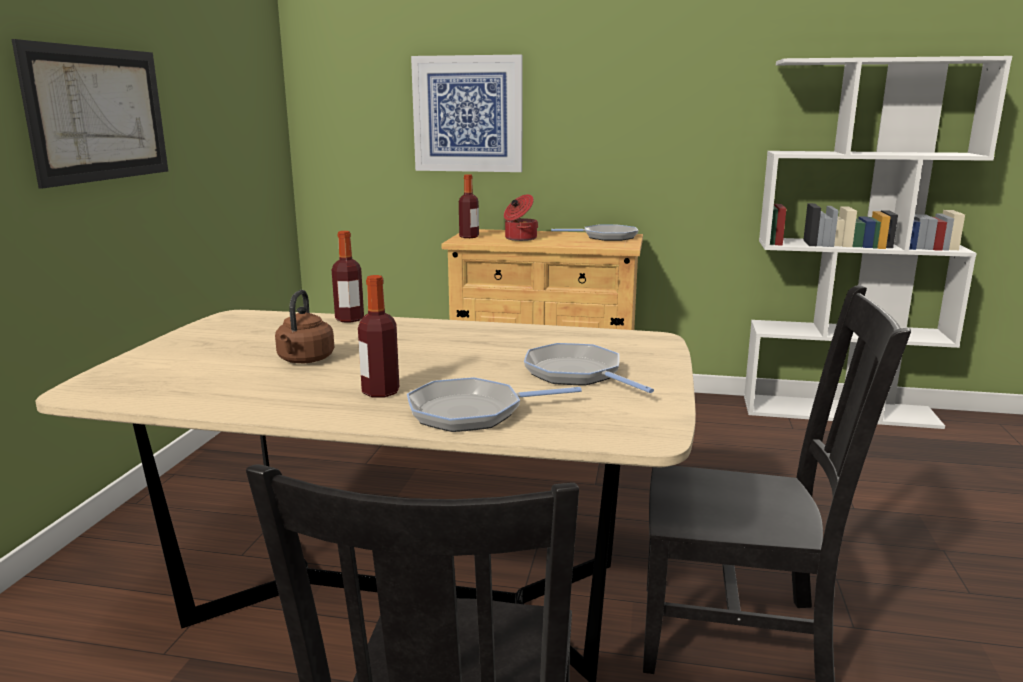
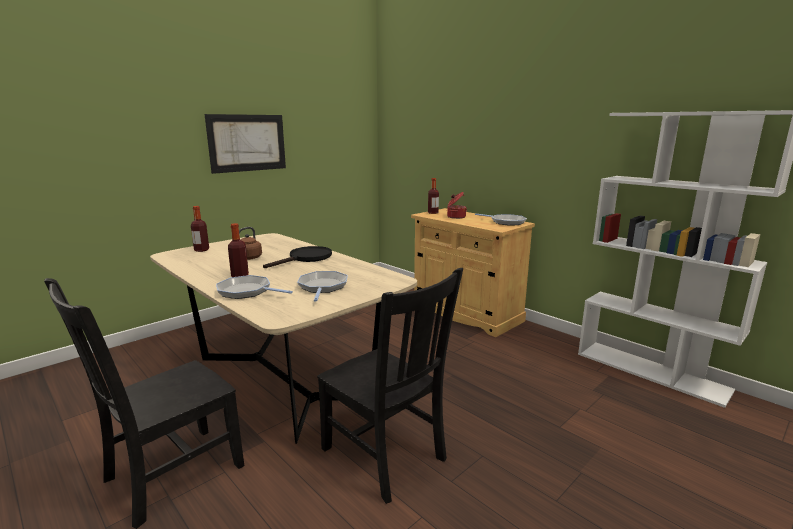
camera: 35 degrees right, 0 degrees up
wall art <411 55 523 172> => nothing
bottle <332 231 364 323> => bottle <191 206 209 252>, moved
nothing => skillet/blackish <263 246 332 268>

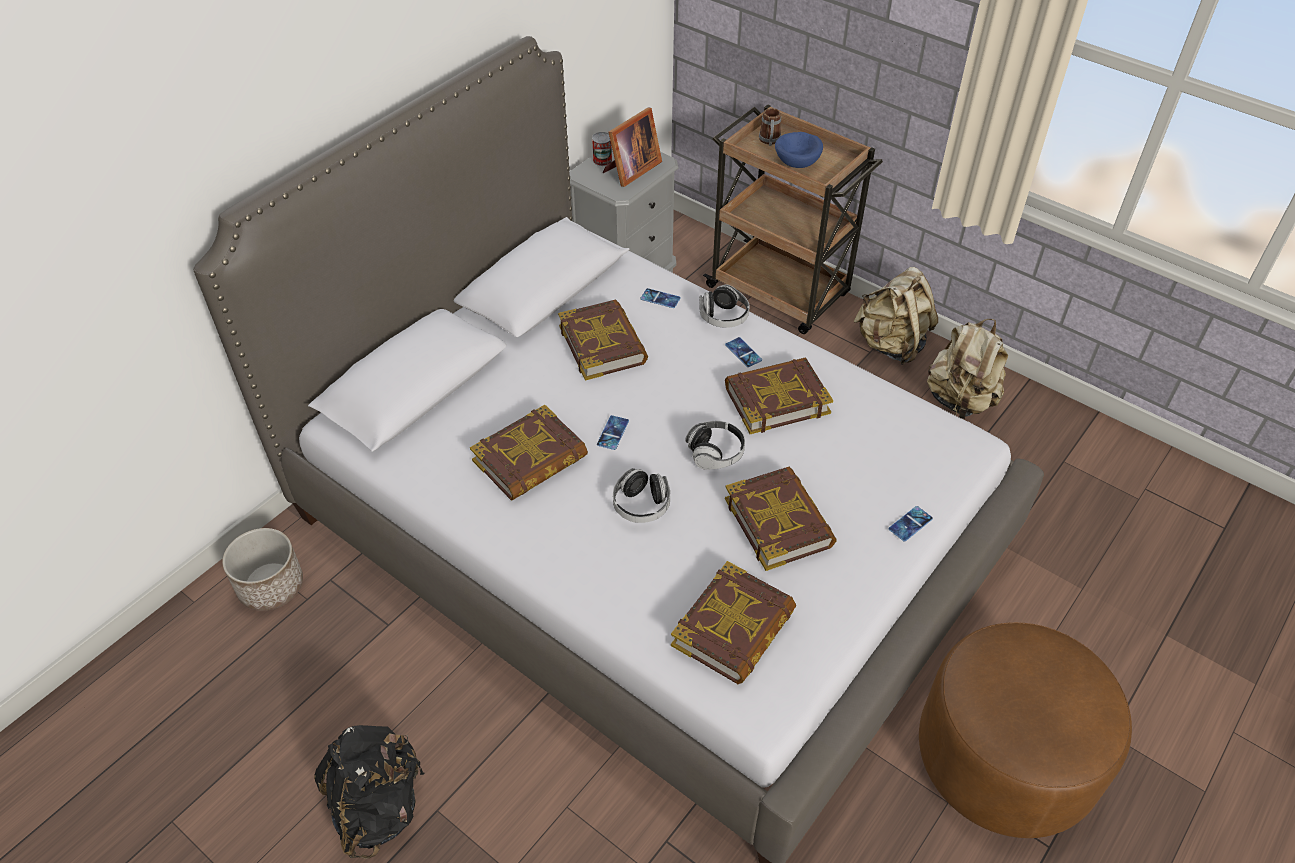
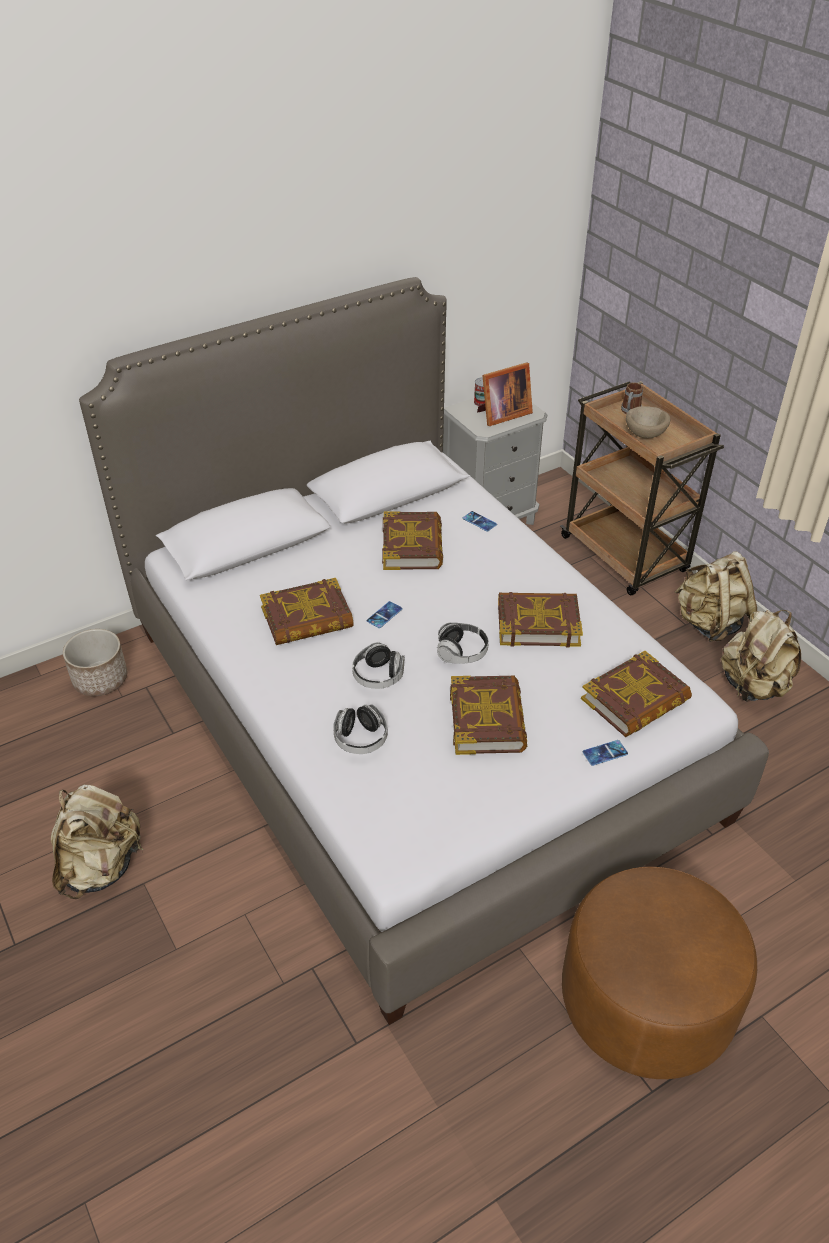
camera: 20 degrees right, 5 degrees down
serving bowl/bluish <775 132 823 168> => serving bowl/sand-coloured <626 406 670 438>
headphones <699 285 750 328> => headphones <333 704 388 754>, moved
phone <725 337 762 367> => nothing
bound book <671 561 796 684> => bound book <581 651 692 737>, moved
backpack/blackish <314 725 425 859> => backpack/sand-coloured <51 785 144 899>

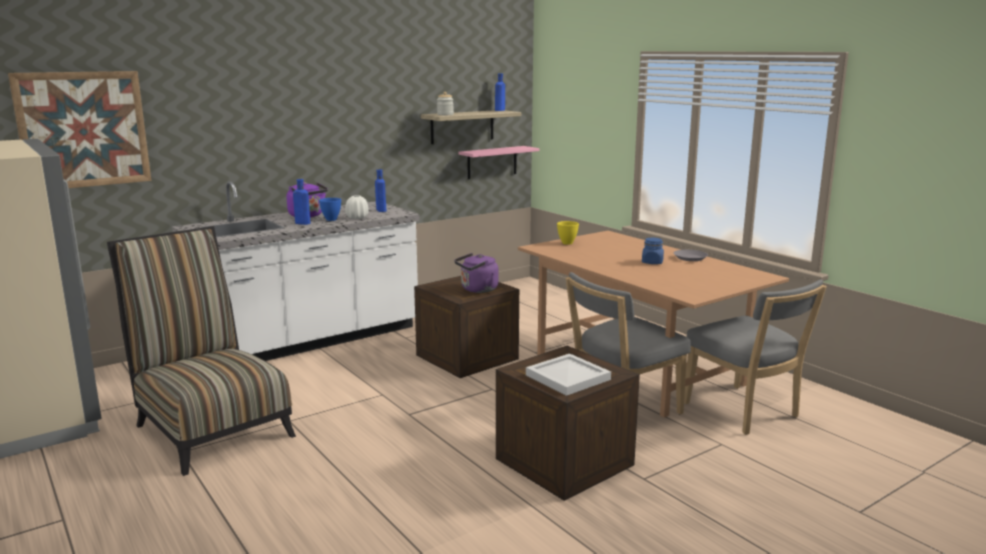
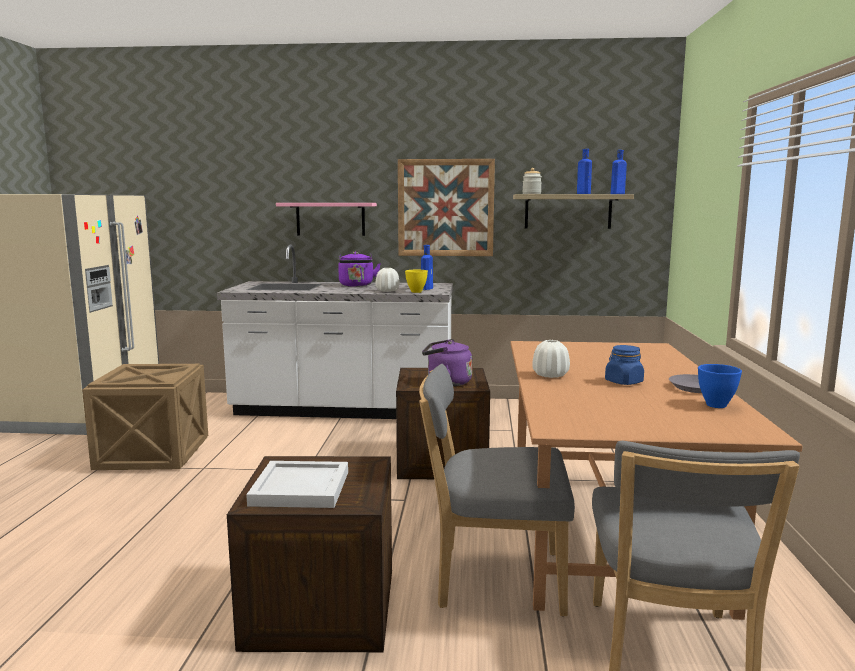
camera: 40 degrees right, 5 degrees down
wall art <8 71 151 188> => wall art <398 159 495 256>, moved
wall shelf/pinkish <459 146 539 179> => wall shelf/pinkish <276 203 377 236>, moved
bottle/bluish <293 179 310 225> => bottle/bluish <577 149 592 194>, moved
serving bowl/bluish <319 198 341 221> => serving bowl/bluish <698 364 742 408>, moved
serving bowl/yellowish <557 221 579 245> => serving bowl/yellowish <405 270 428 293>, moved
upright chair <107 226 296 476> => crate <82 364 208 470>
nothing => decorative vase/white-coloured <532 340 570 378>

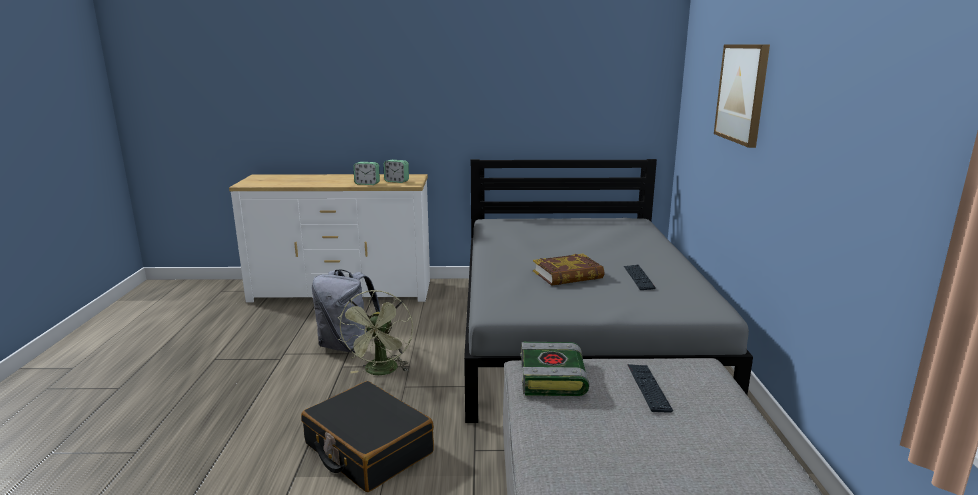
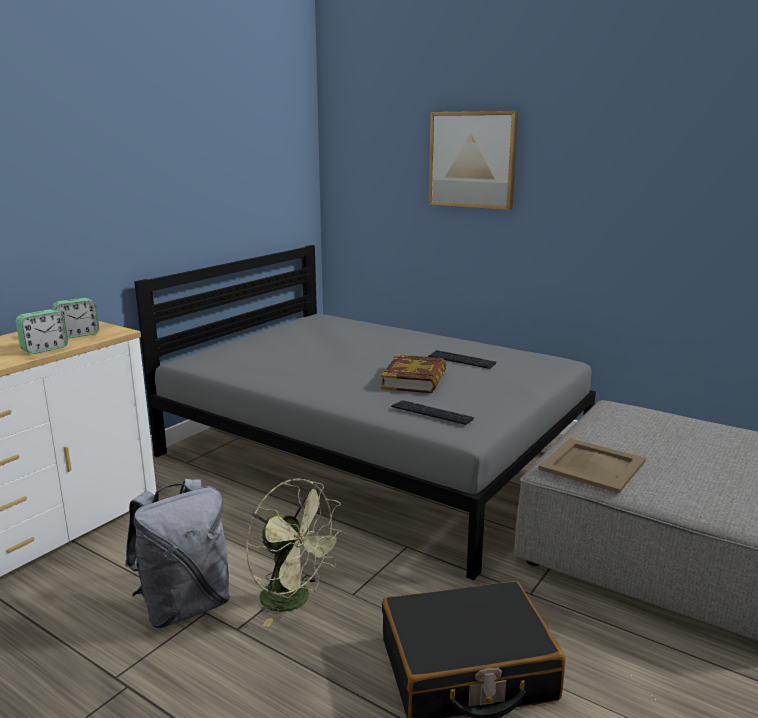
camera: 55 degrees left, 0 degrees up
bound book <520 342 590 396> => serving tray/sand-coloured <538 438 646 493>
computer keyboard <628 364 673 413> => computer keyboard <391 400 474 425>, moved

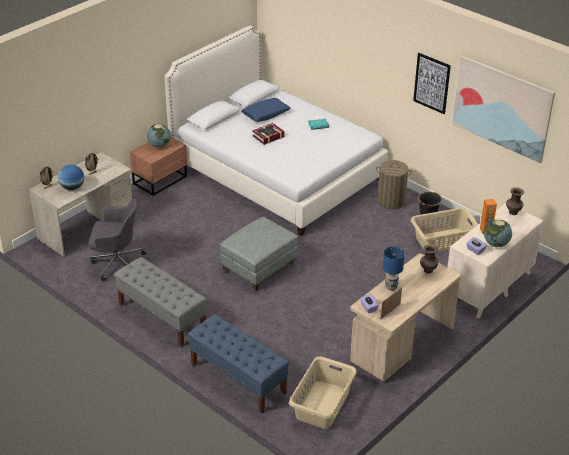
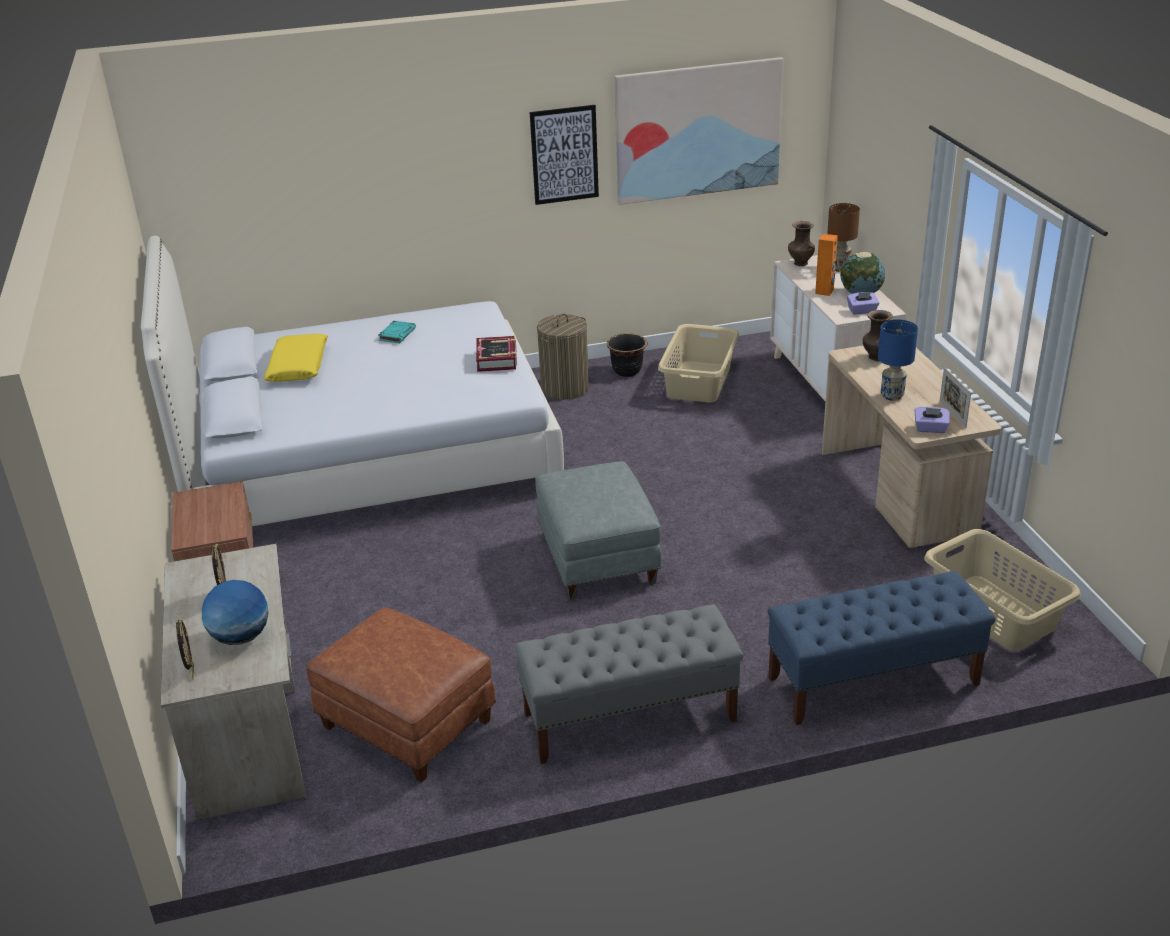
camera: 55 degrees left, 5 degrees down
pillow/bluish <241 98 291 122> => pillow/yellowish <264 334 328 382>
bound book <252 123 284 145> => bound book <476 336 517 372>, moved
world globe <147 124 170 148> => nothing
computer chair/gray <88 199 146 281> => ottoman/brown <306 607 496 782>
nothing => table lamp/brown <827 203 860 272>

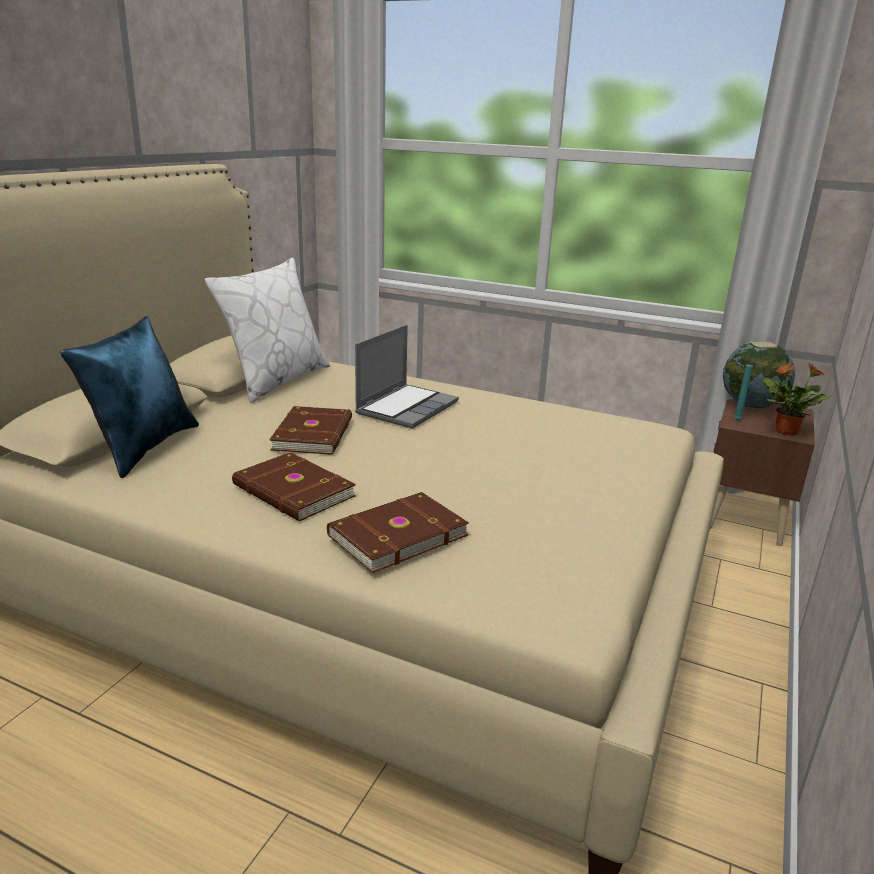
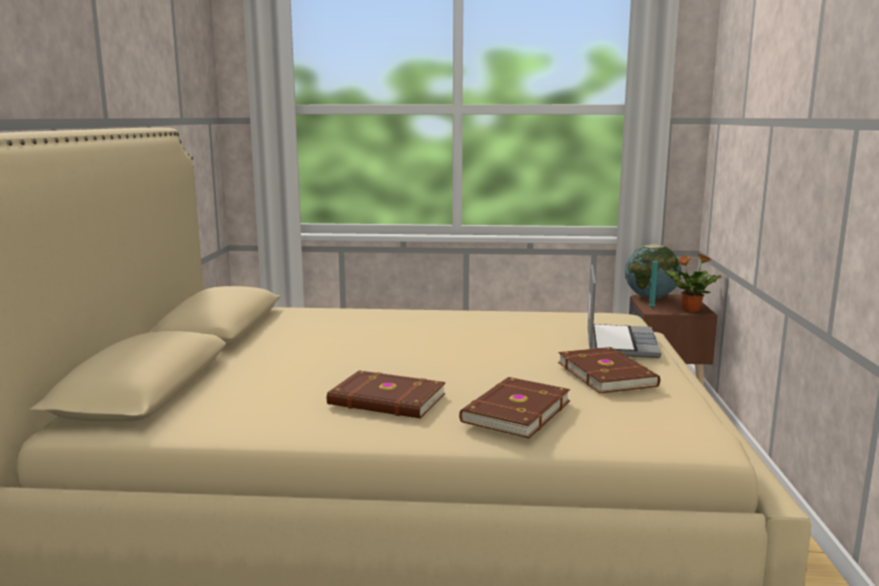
camera: 20 degrees left, 10 degrees down
pillow/white-coloured <205 258 330 403> => nothing
pillow/bluish <60 316 199 478> => nothing
notebook computer <355 325 459 429> => notebook computer <587 265 661 358>, moved
bound book/brown <269 406 352 455> => bound book/brown <558 347 660 393>, moved

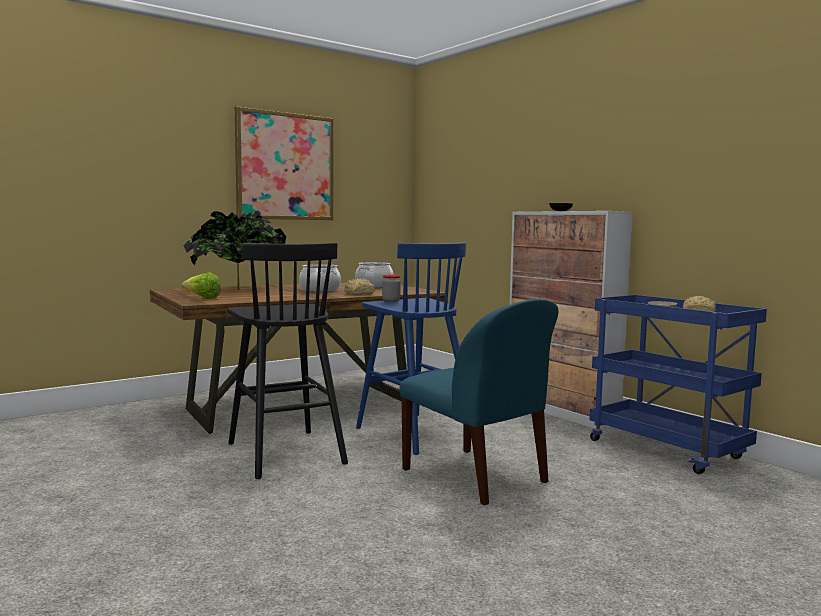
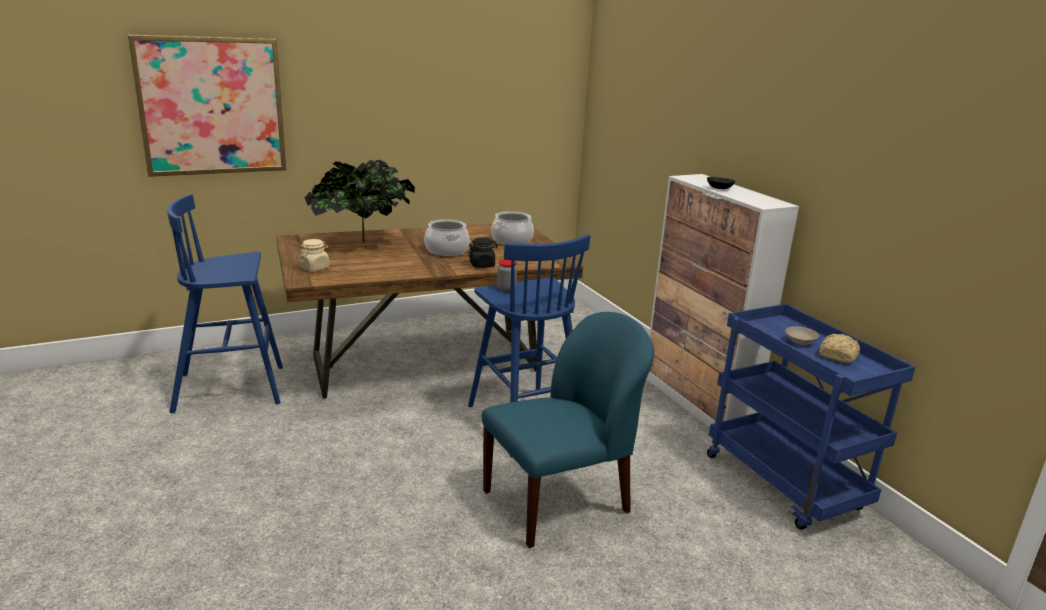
camera: 10 degrees right, 15 degrees up
wall art <235 106 334 220> => wall art <128 35 286 177>, moved
stool/blackish <227 243 348 479> => nothing
lettuce <182 272 221 299> => jar/sand-coloured <299 239 329 271>
bread <344 278 375 295> => jar/blackish <468 237 498 268>
upright chair/bluish <399 299 558 506> => upright chair/bluish <482 312 654 548>, 90 degrees counterclockwise
nothing => stool/bluish <167 194 283 413>

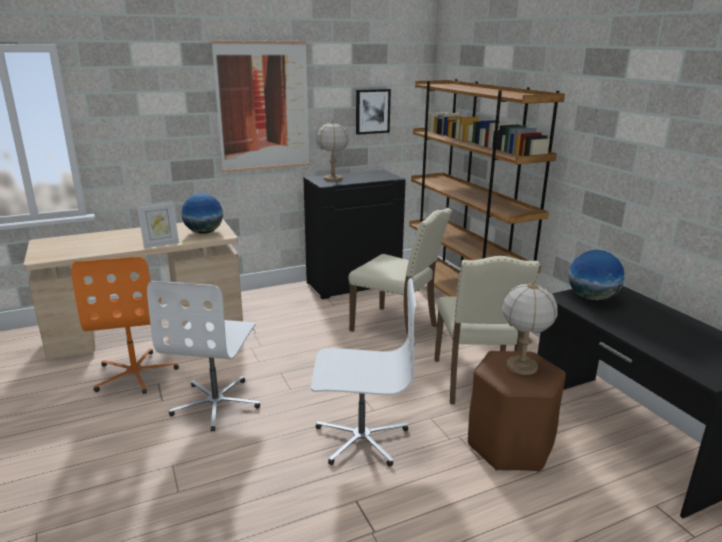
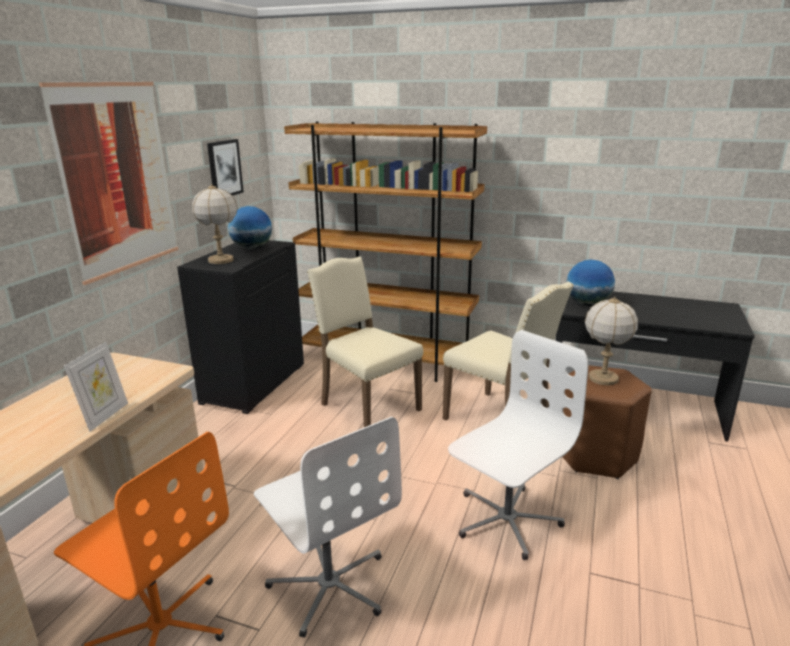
camera: 45 degrees left, 0 degrees up
world globe <182 193 223 234> => world globe <228 206 272 250>, moved
upright chair/sand-coloured <349 208 452 346> => upright chair/sand-coloured <307 257 423 427>, 120 degrees counterclockwise

